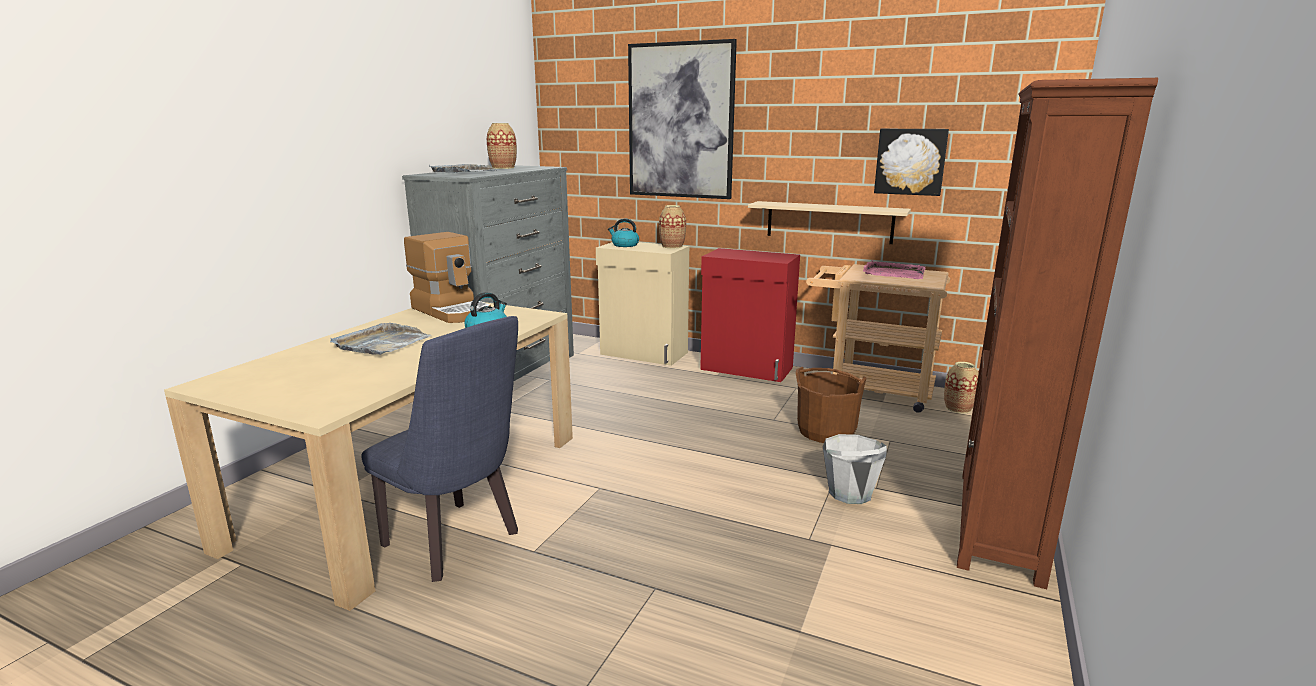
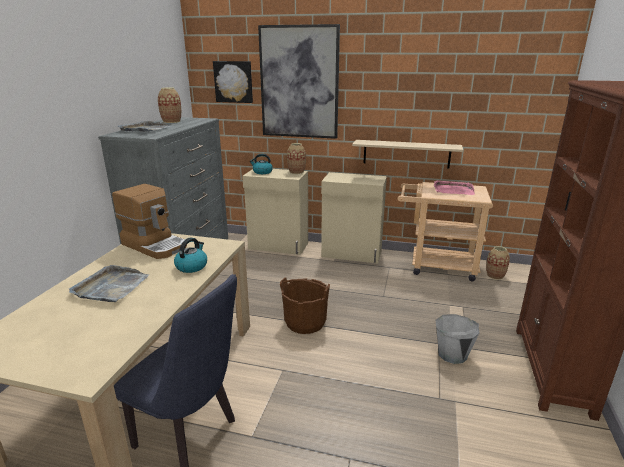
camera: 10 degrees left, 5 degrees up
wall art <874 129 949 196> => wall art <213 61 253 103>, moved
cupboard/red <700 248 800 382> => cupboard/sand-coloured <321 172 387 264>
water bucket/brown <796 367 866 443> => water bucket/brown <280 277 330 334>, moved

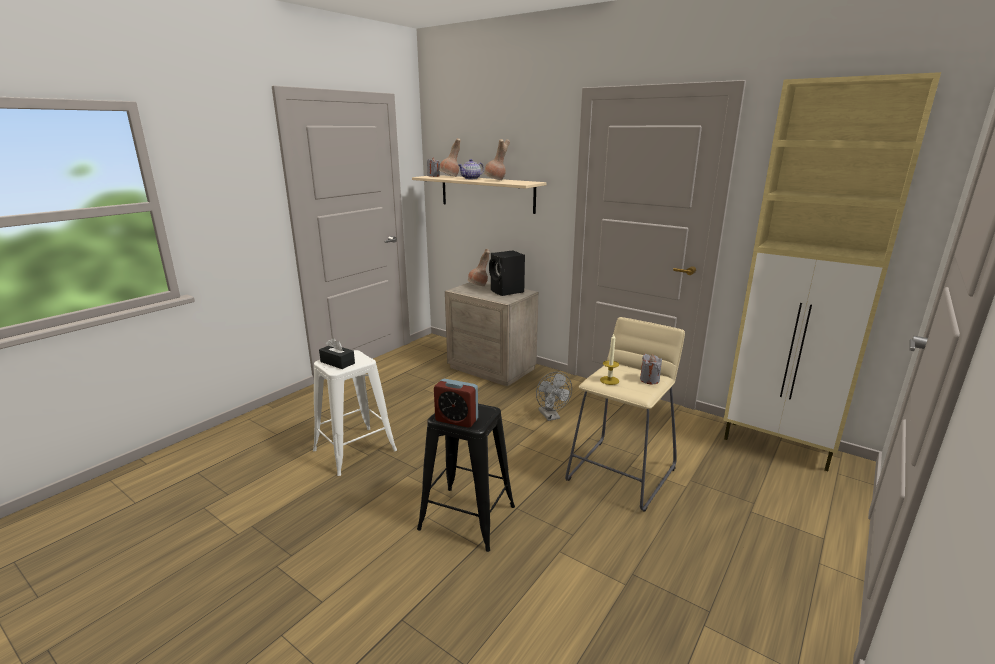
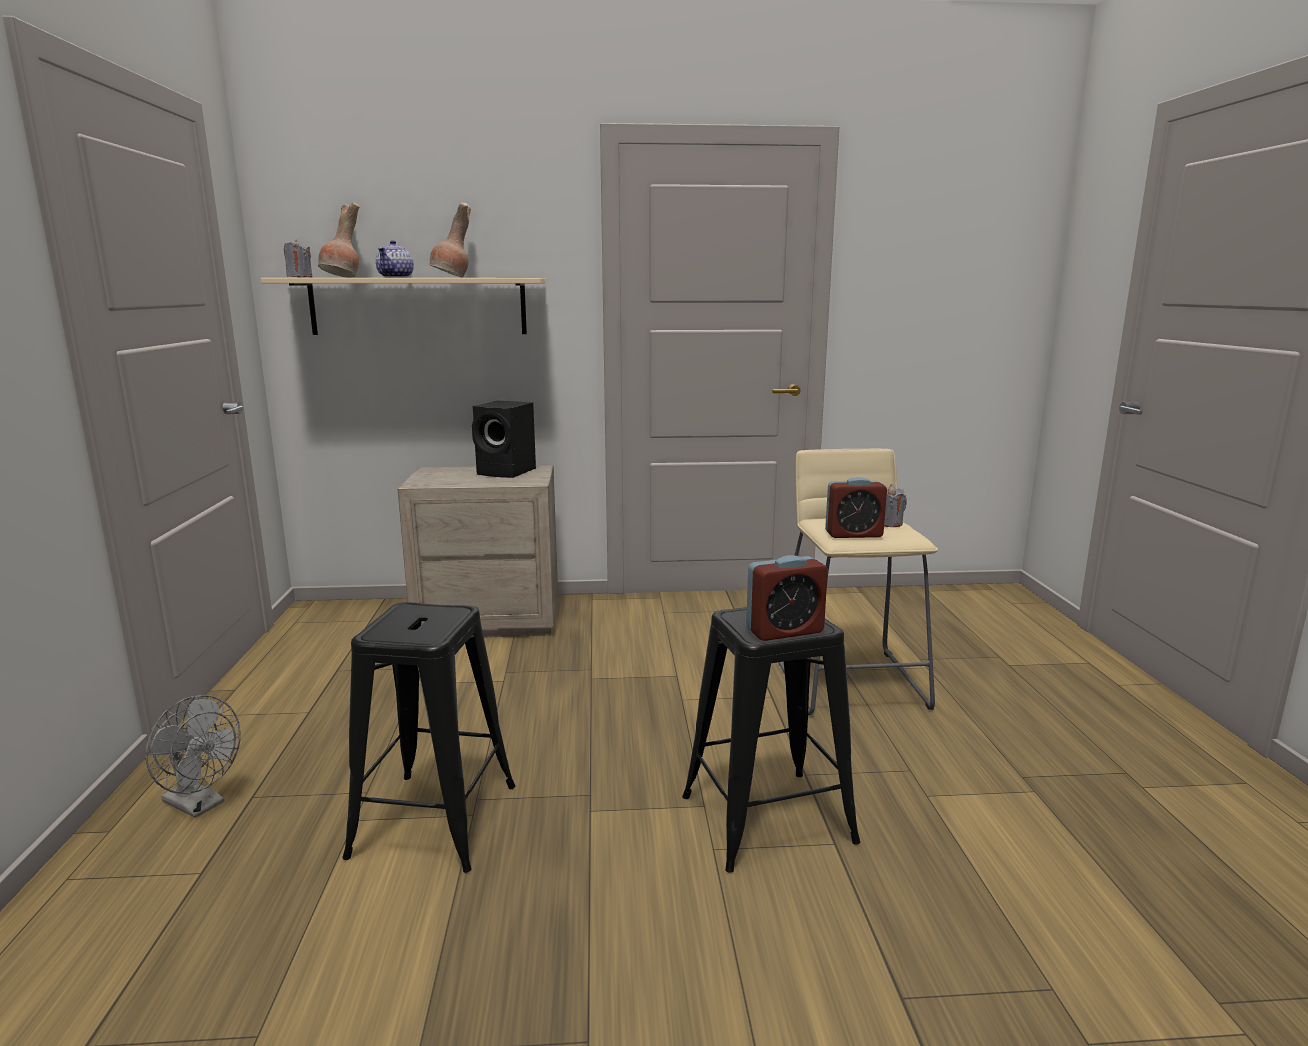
camera: 40 degrees left, 5 degrees down
cupboard/sand-coloured <723 72 941 471> => nothing
decorative vase/brown <468 249 490 286> => nothing
wax light <600 334 619 385> => table clock <825 477 887 538>
box of tissues/blackish <319 338 355 369> => nothing
stool/white-coloured <313 350 397 476> => stool/blackish <342 602 515 873>
fan/gray <536 372 572 421> => fan/gray <145 695 241 818>, moved

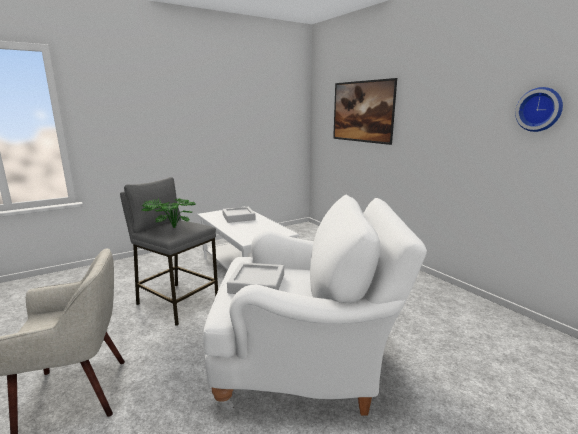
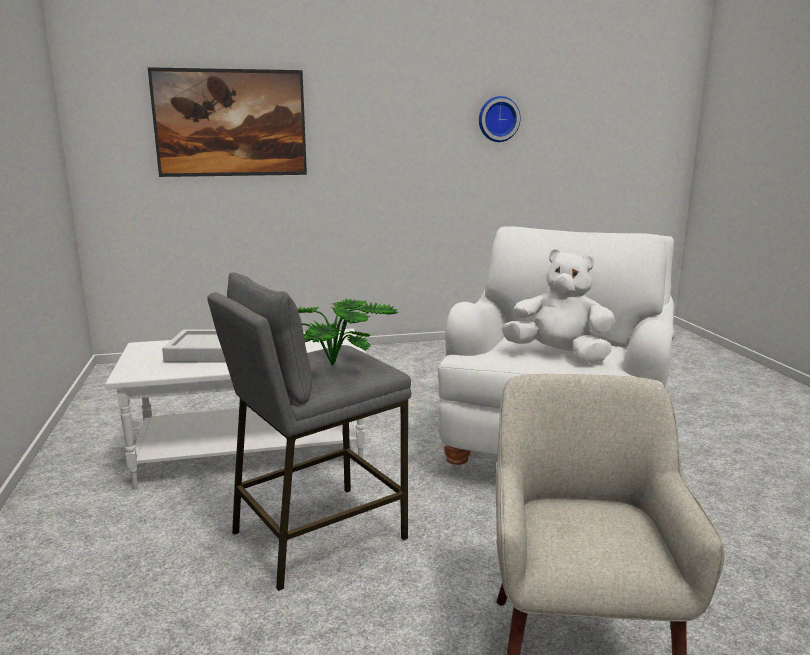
camera: 70 degrees left, 0 degrees up
serving tray/gray <227 262 284 294> => plush toy/white-coloured <502 249 615 363>

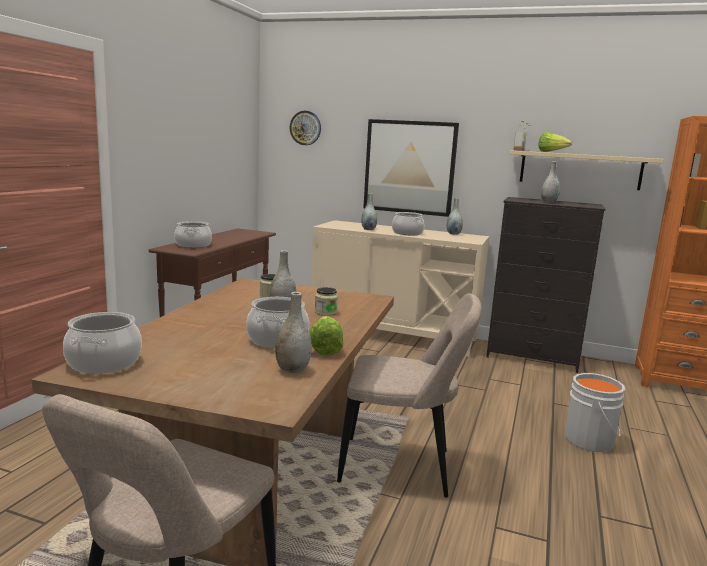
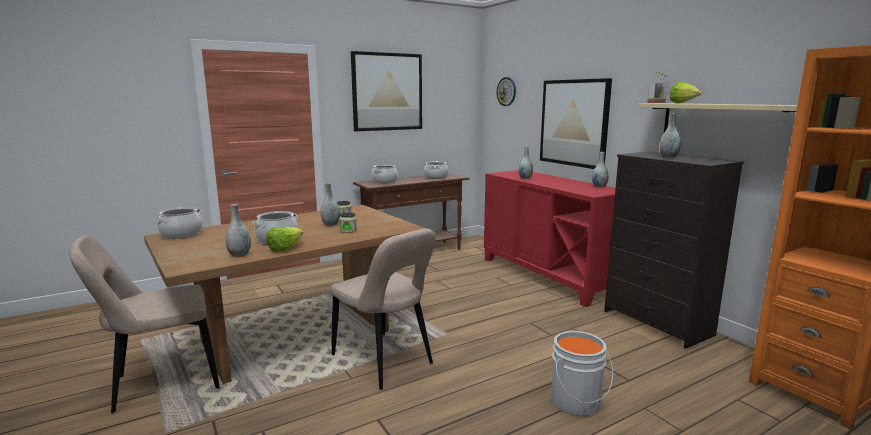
camera: 40 degrees right, 0 degrees up
saucepot <392 212 424 235> => saucepot <424 161 448 179>, moved
cupboard/sand-coloured <311 220 490 357> => cupboard/red <484 170 615 307>
nothing => wall art <351 51 422 131>

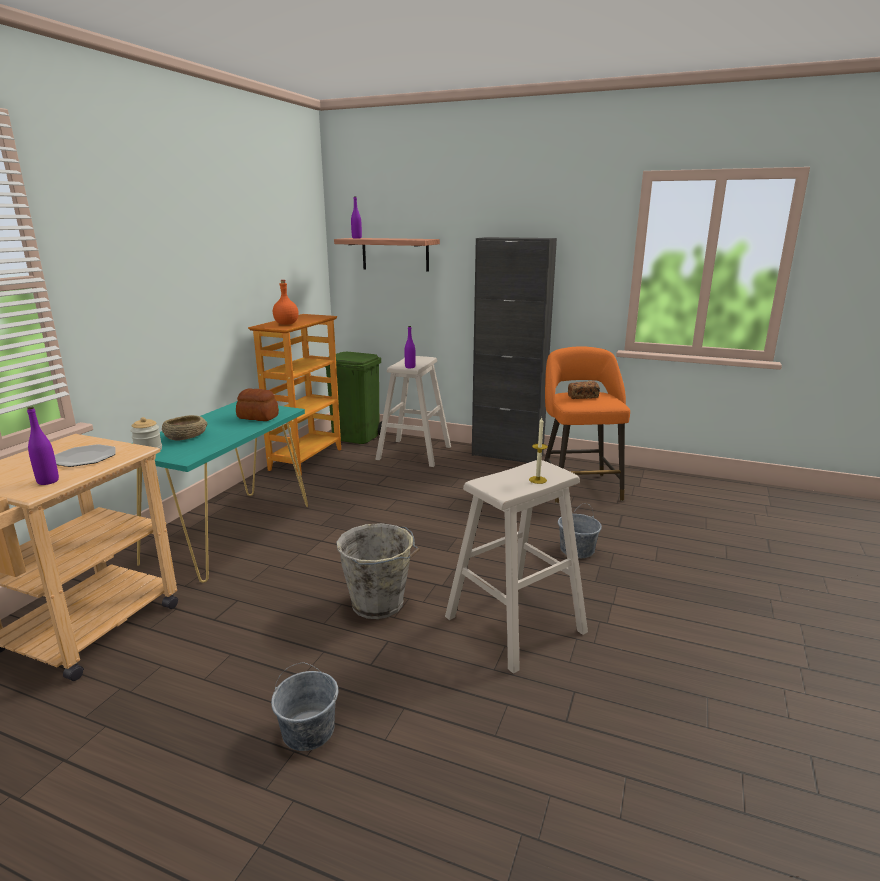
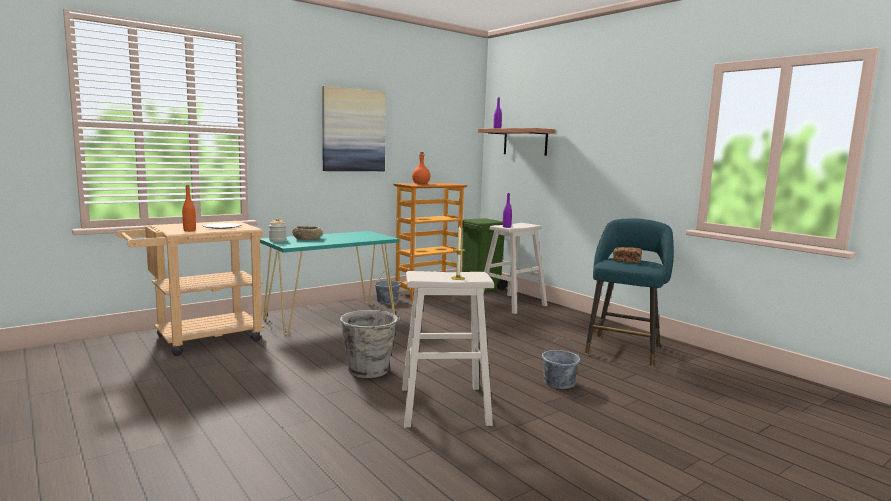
camera: 30 degrees right, 10 degrees down
cupboard/blackish <472 237 557 463> => nothing
stool/orangey <544 346 630 503> => stool/turquoise-coloured <585 218 674 366>
bread <236 388 279 421> => nothing
bottle/purple <27 407 59 485> => bottle/orangey <182 185 196 232>
water bucket/gray <271 662 338 751> => water bucket/gray <375 270 401 304>, moved
nothing => wall art <322 86 386 171>

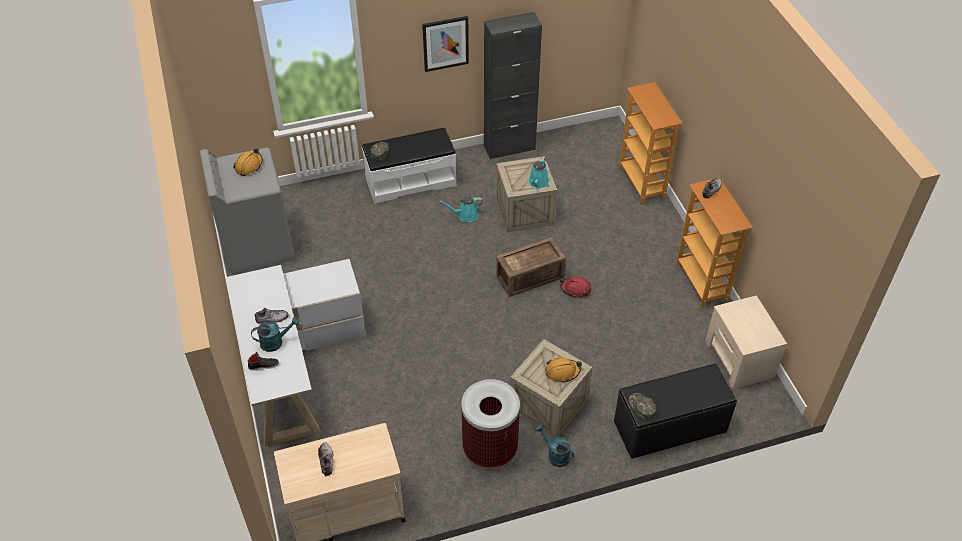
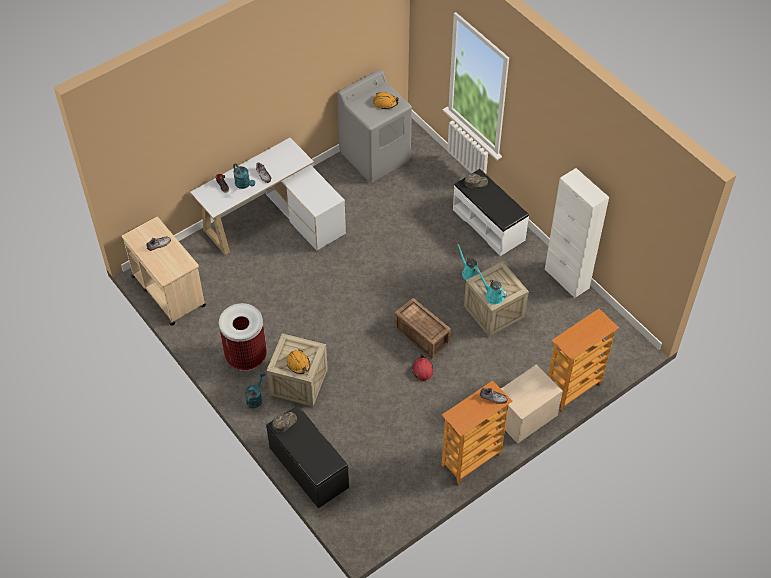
camera: 70 degrees right, 5 degrees up
cupboard/blackish <484 12 542 160> => cupboard/white-coloured <545 168 609 298>
wall art <422 16 469 72> => nothing
sprinkling can/turquoise-coloured <528 157 549 189> => sprinkling can/turquoise-coloured <476 268 507 304>, 45 degrees clockwise
bedside table/sand-coloured <705 295 787 389> => bedside table/sand-coloured <499 365 563 444>, moved

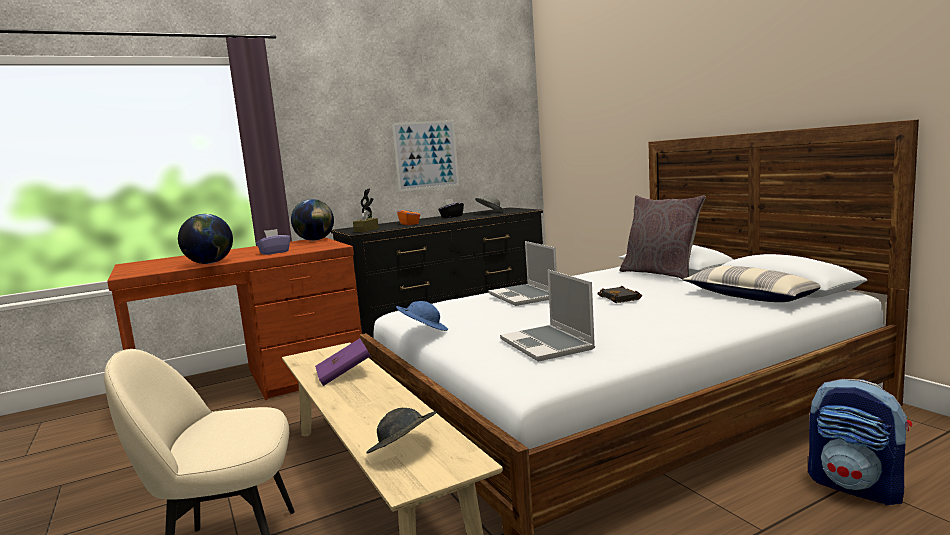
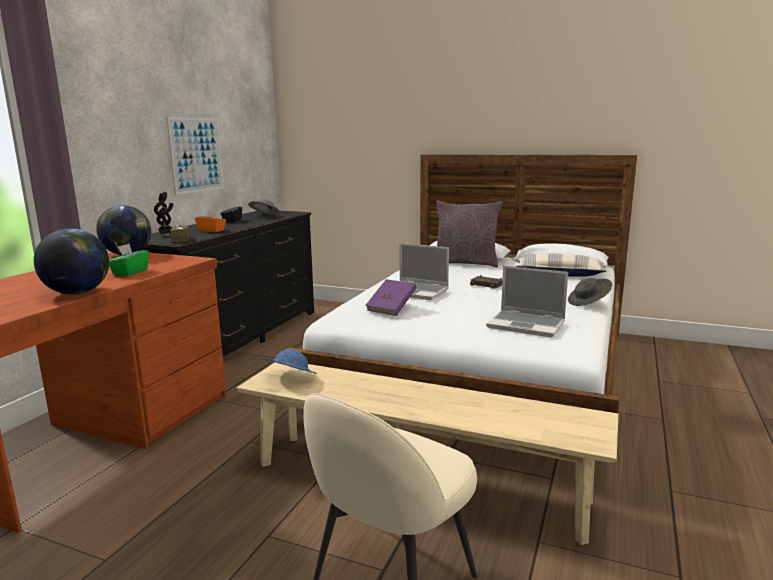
camera: 40 degrees left, 5 degrees up
box of tissues/purple <256 229 290 255> => box of tissues/green <109 244 149 276>
wearable hat/bluish <396 301 448 331> => wearable hat/bluish <264 349 317 374>, moved
bound book/purple <315 338 371 386> => bound book/purple <365 279 416 316>, moved
backpack <808 379 912 505> => nothing
wearable hat/gray <366 408 437 454> => wearable hat/gray <568 278 612 306>, moved

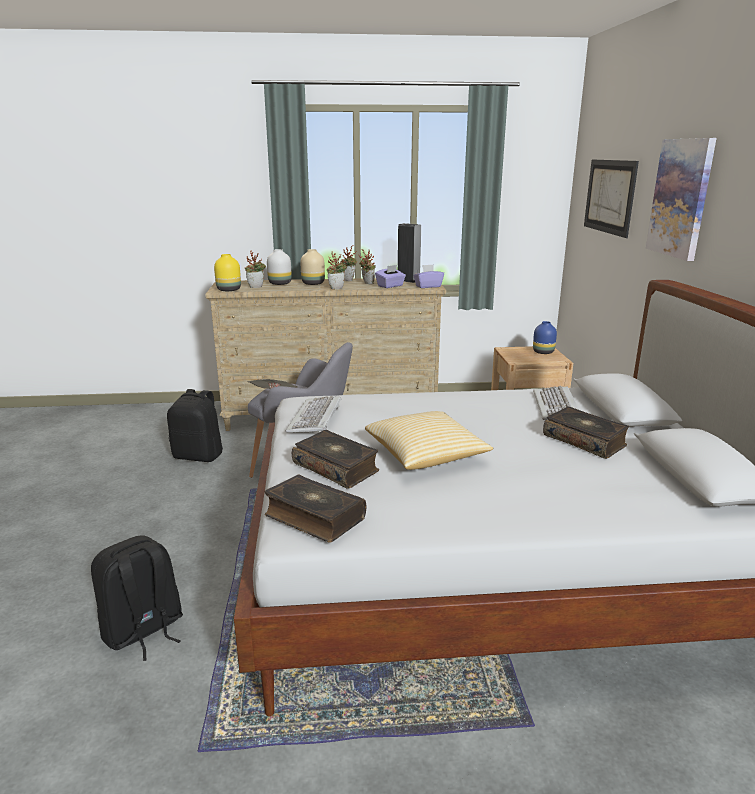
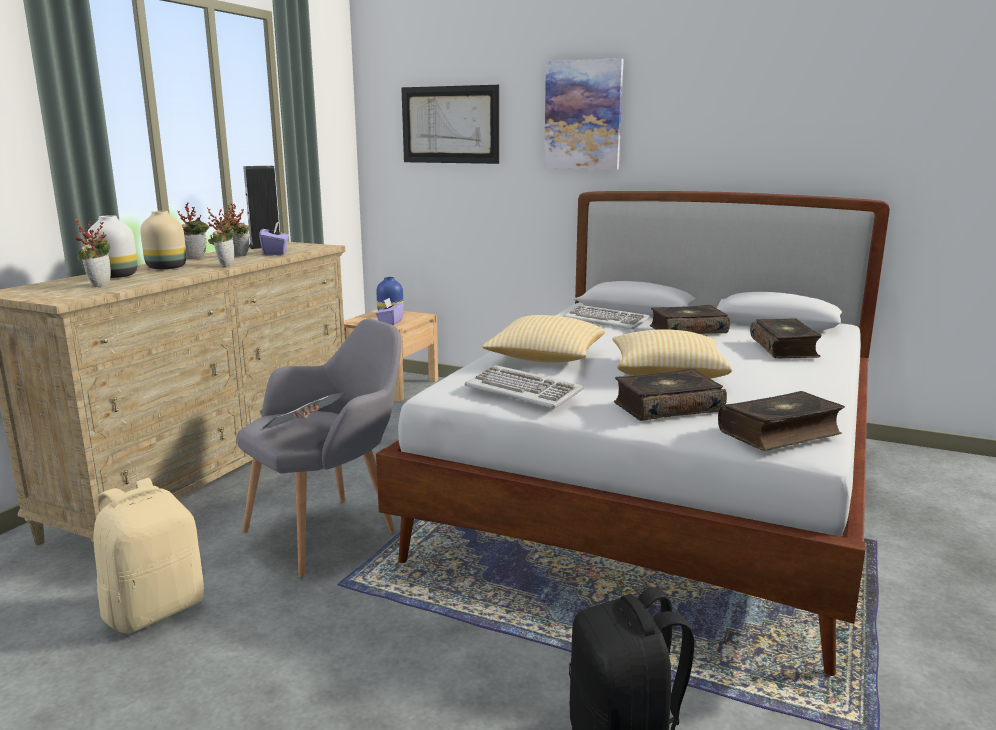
camera: 60 degrees left, 5 degrees down
decorative vase/yellowish <214 254 241 291> => nothing
box of tissues/purple <413 264 444 288> => box of tissues/purple <376 298 404 325>, moved
backpack/blackish <167 389 223 462> => backpack/sand-coloured <94 478 204 633>
nothing => pillow <482 315 605 363>
nothing => bound book <750 318 822 358>

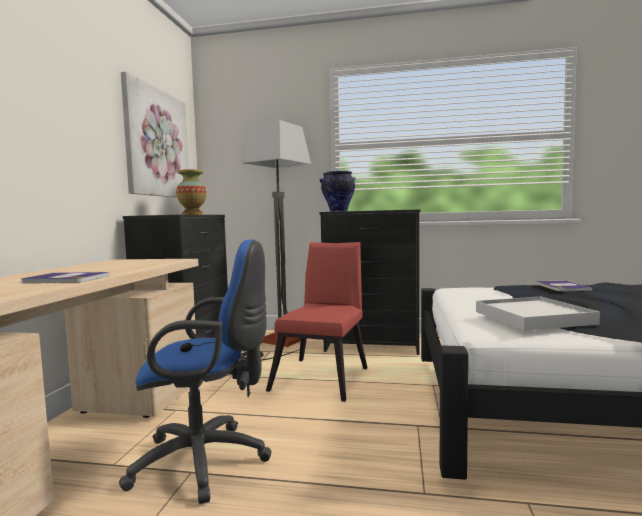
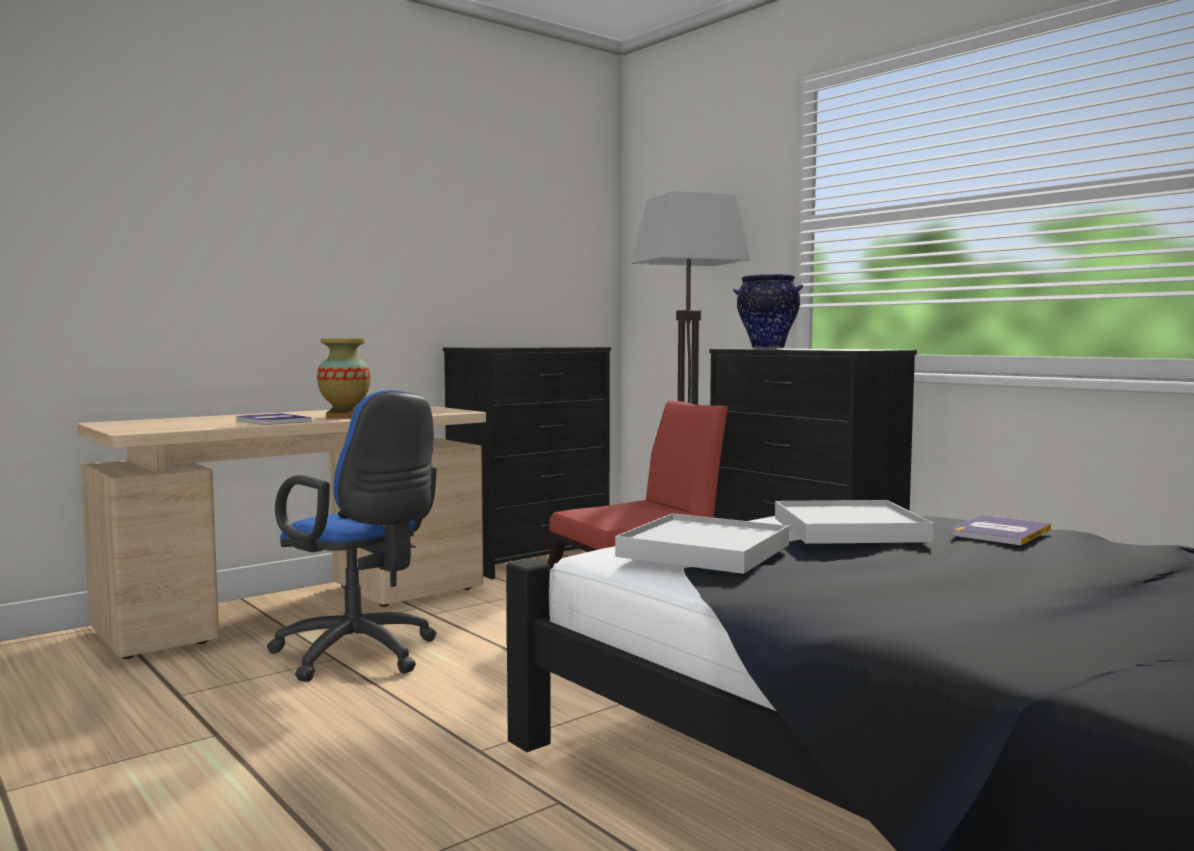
camera: 40 degrees right, 0 degrees up
wall art <121 72 189 198> => nothing
decorative vase <176 169 206 215> => decorative vase <317 339 371 418>, moved
nothing => serving tray/white-coloured <775 500 933 544>

